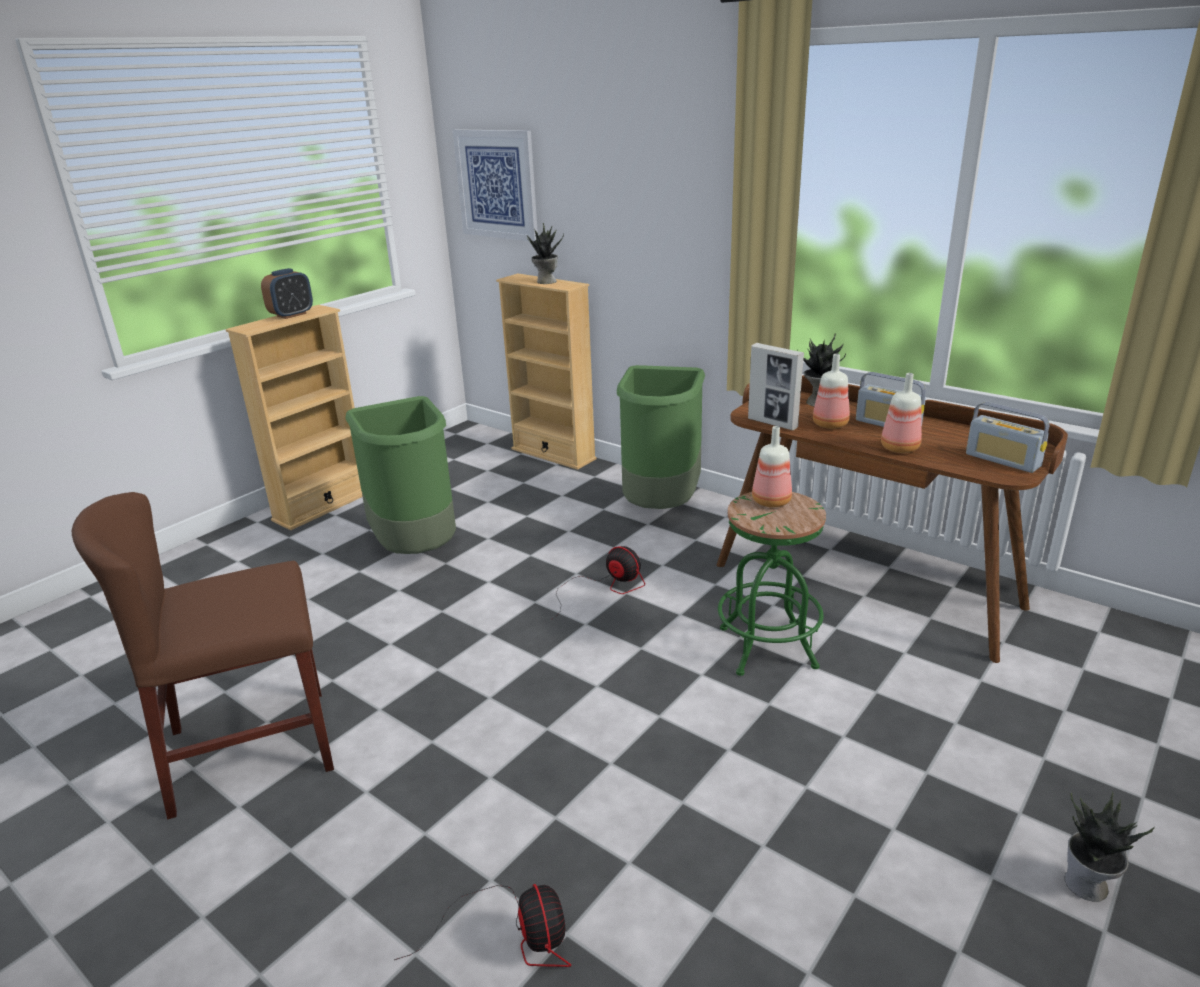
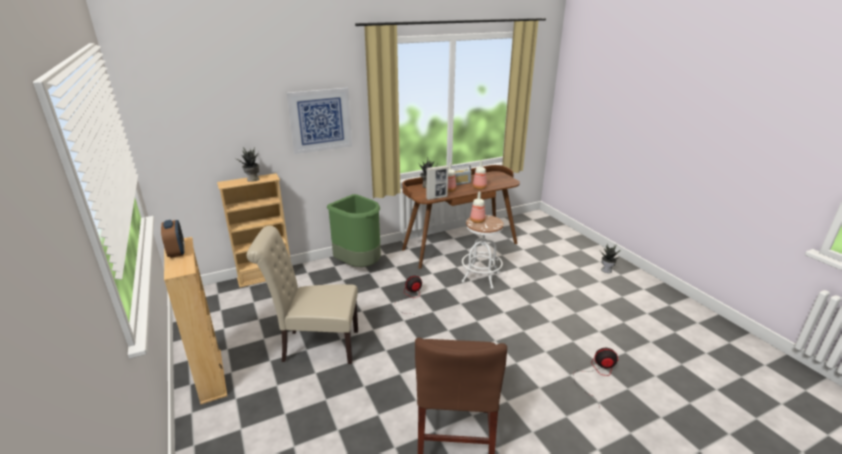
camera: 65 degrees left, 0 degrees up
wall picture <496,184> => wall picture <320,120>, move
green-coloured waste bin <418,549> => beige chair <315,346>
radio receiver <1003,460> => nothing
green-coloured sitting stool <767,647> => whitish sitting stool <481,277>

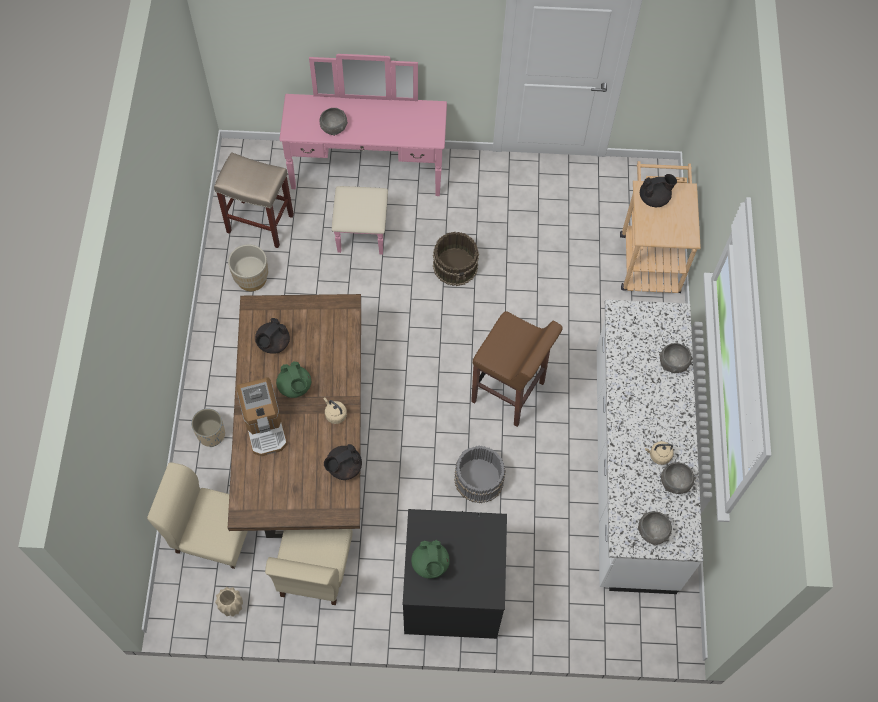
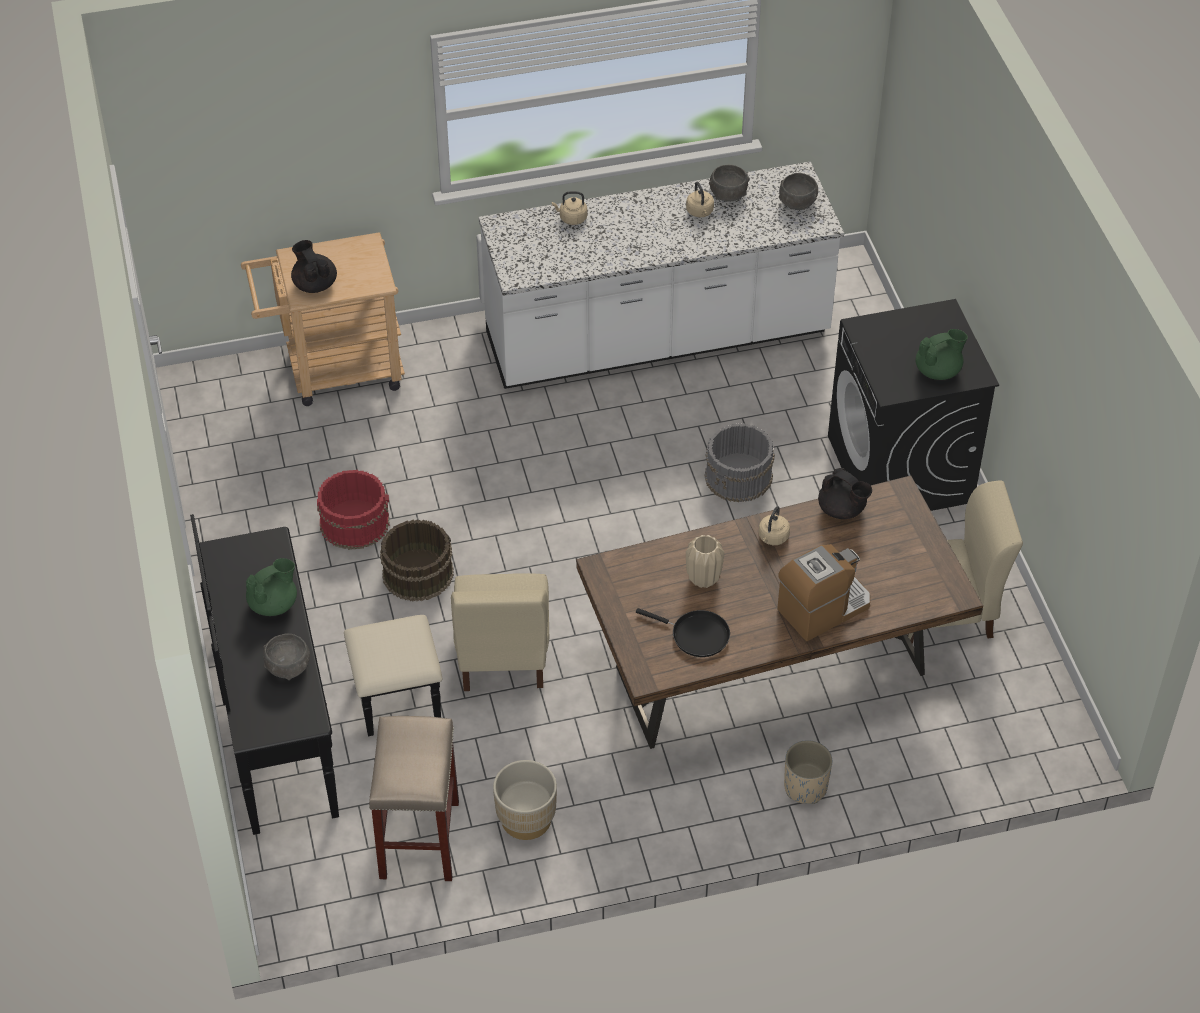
camera: 105 degrees left, 15 degrees down
pinkish dresser <366,186> => black-coloured dresser <304,717>
brownish sitting stool <509,393> => nothing
black-coloured tea pot <273,343> => black-coloured skillet <696,635>
grey bowl <673,363> => beige water kettle <571,218>
green-coloured tea pot <295,387> => green-coloured tea pot <274,604>, move
beige chair <213,534> => beige chair <502,654>, move
beige vase <232,607> => beige vase <704,579>, move
nothing => red pail <354,522>

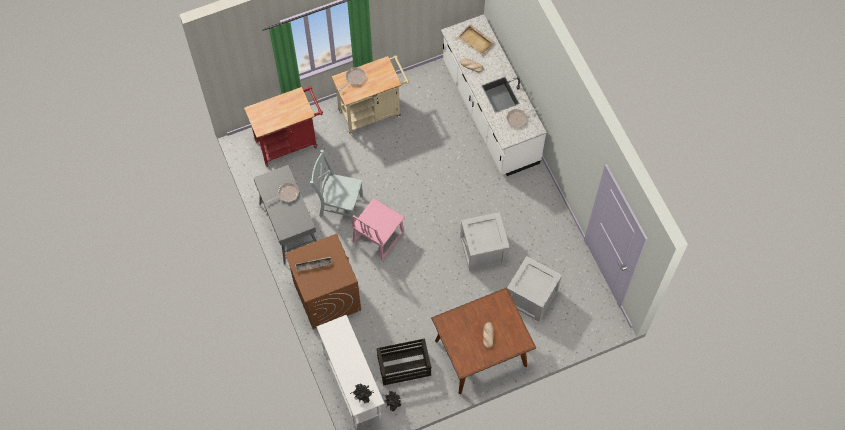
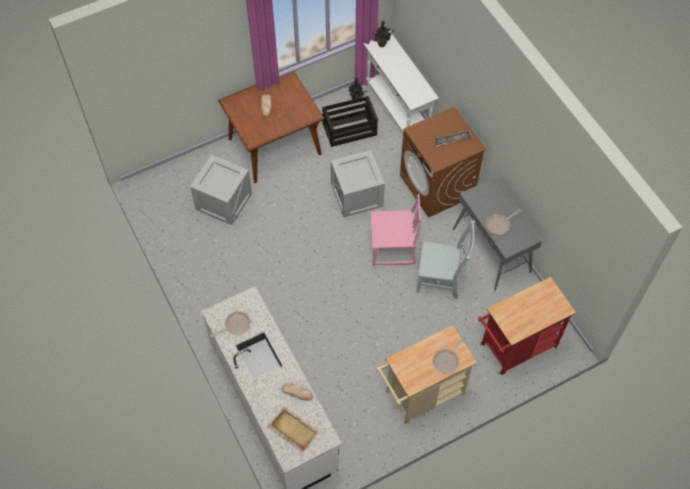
camera: 175 degrees right, 5 degrees down
pinkish chair <377,236> => pinkish chair <393,248>, 60 degrees clockwise
crate <483,249> => crate <357,195>, move

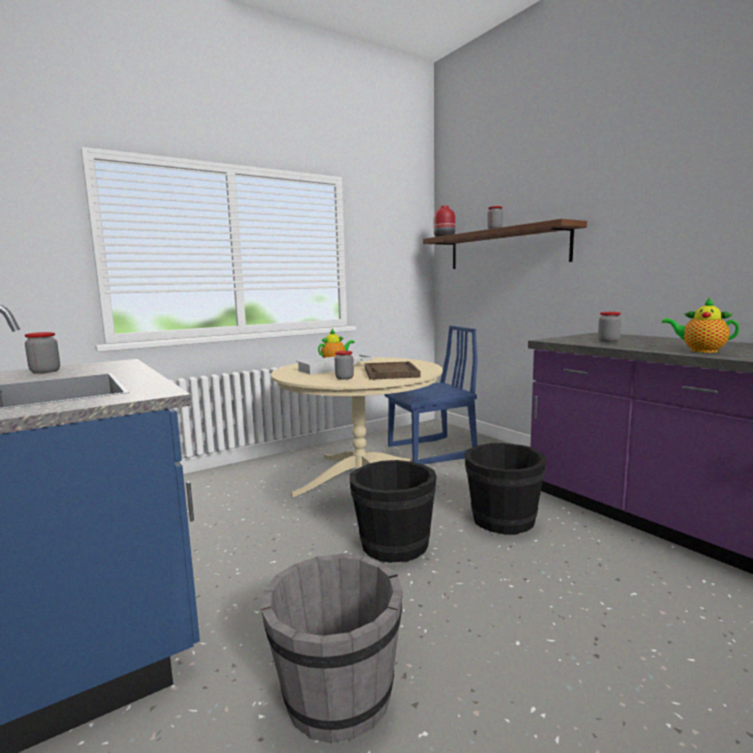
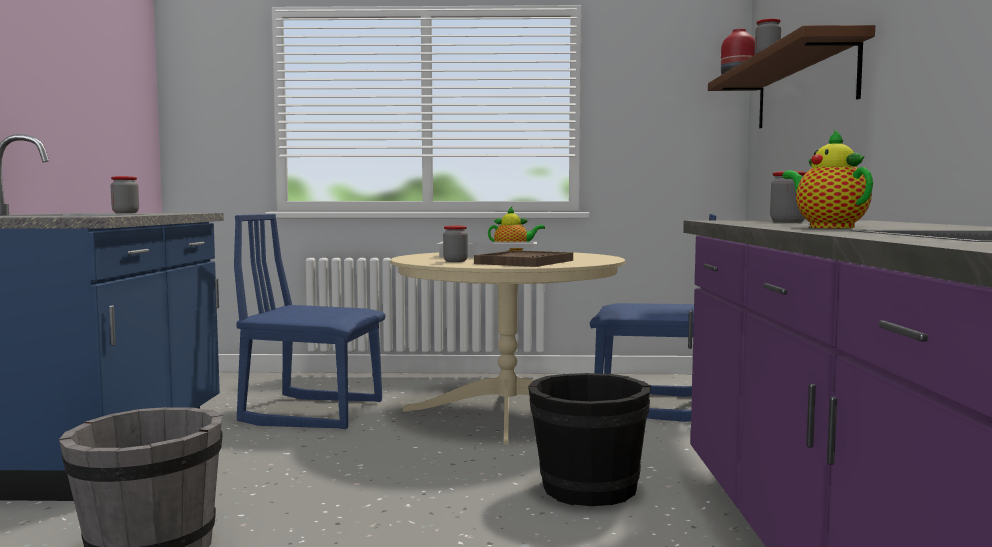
camera: 35 degrees right, 5 degrees down
black-coloured pail <393,545> => nothing
nothing => blue chair <314,412>

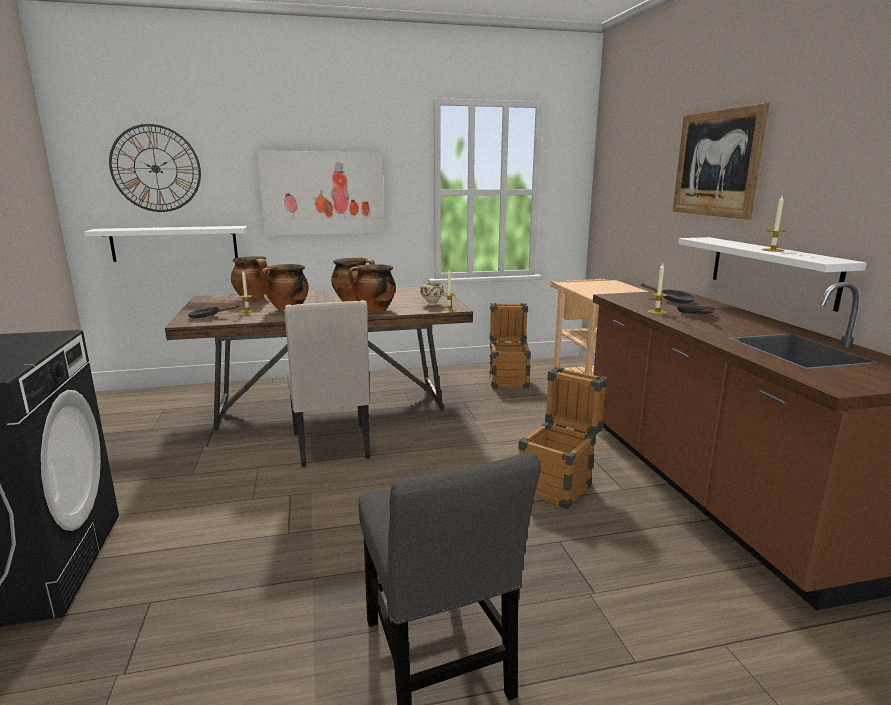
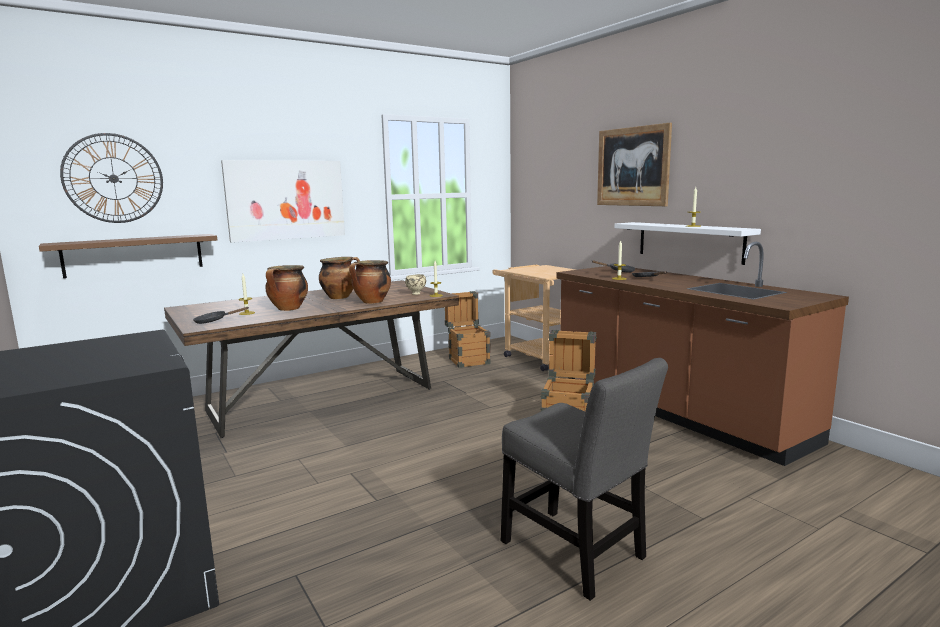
camera: 20 degrees left, 5 degrees down
whitish shelf <174,243> => brownish shelf <134,255>
saucepot <254,298> => nothing
beige chair <333,446> => nothing

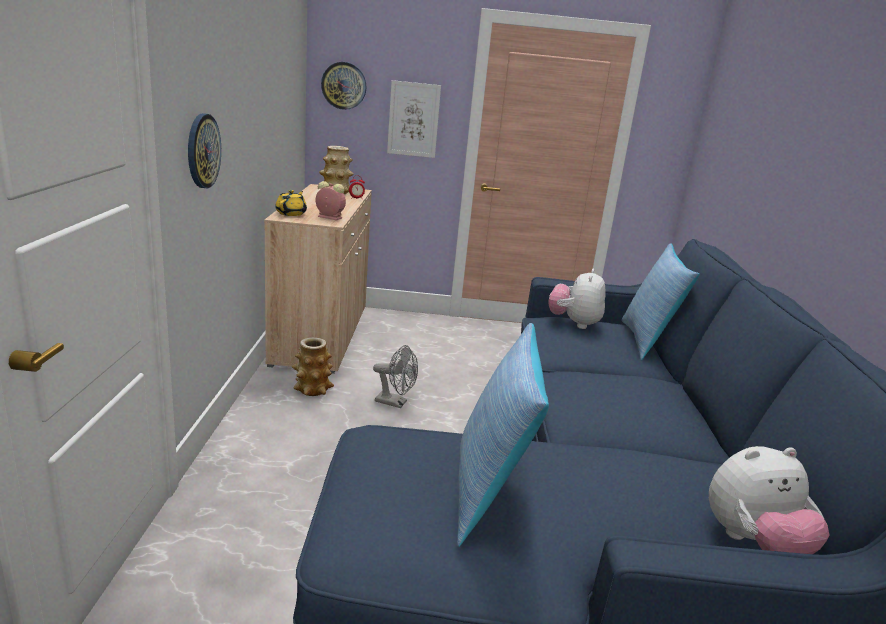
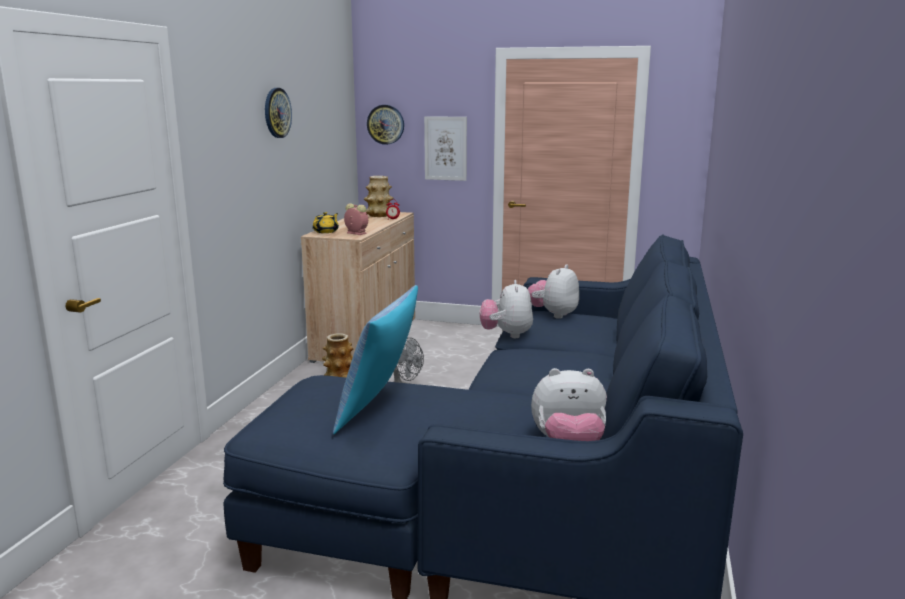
camera: 15 degrees right, 5 degrees down
clock on the wall <202,151> => clock on the wall <277,113>, move
pillow <647,341> => nothing
nothing => cuddly toy <506,335>

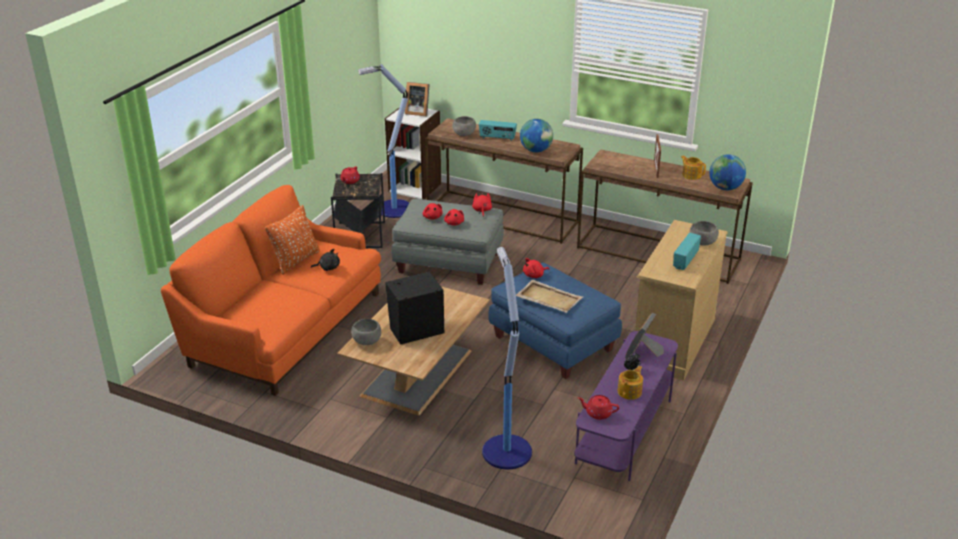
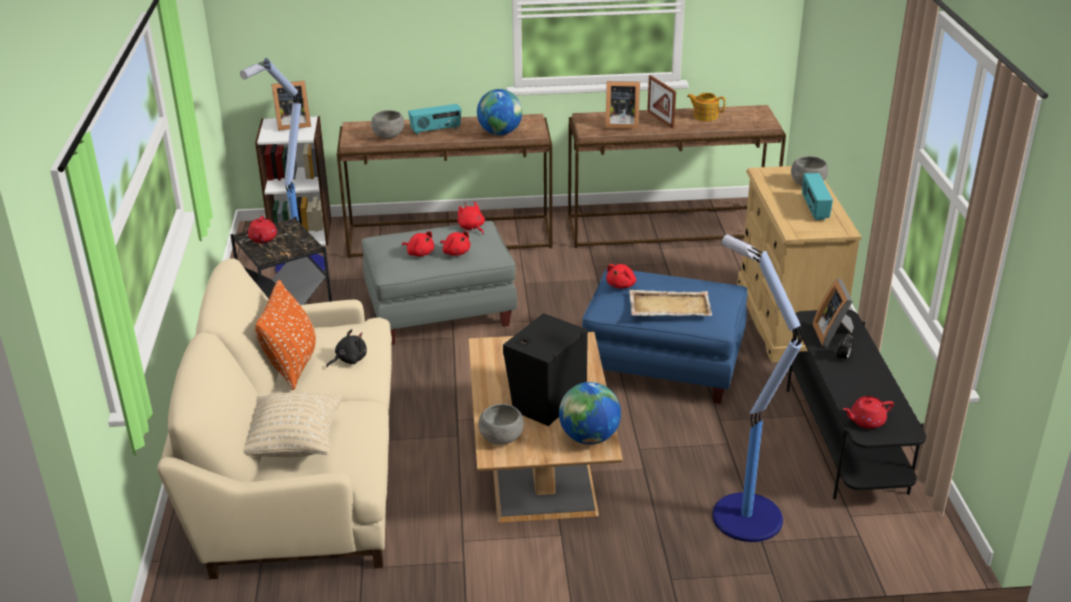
camera: 30 degrees left, 0 degrees up
desk globe <725,188> => desk globe <589,437>, move
orange-coloured settee <284,327> => beige settee <301,469>
purple-coloured tv stand <624,431> => black-coloured tv stand <844,439>
tea pot <630,392> => nothing
nothing => photo frame <620,124>
nothing => beige pillow <294,444>

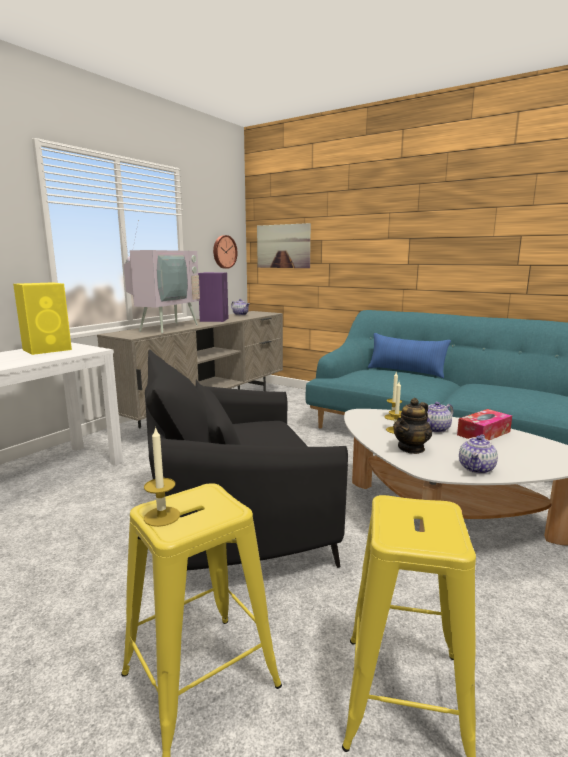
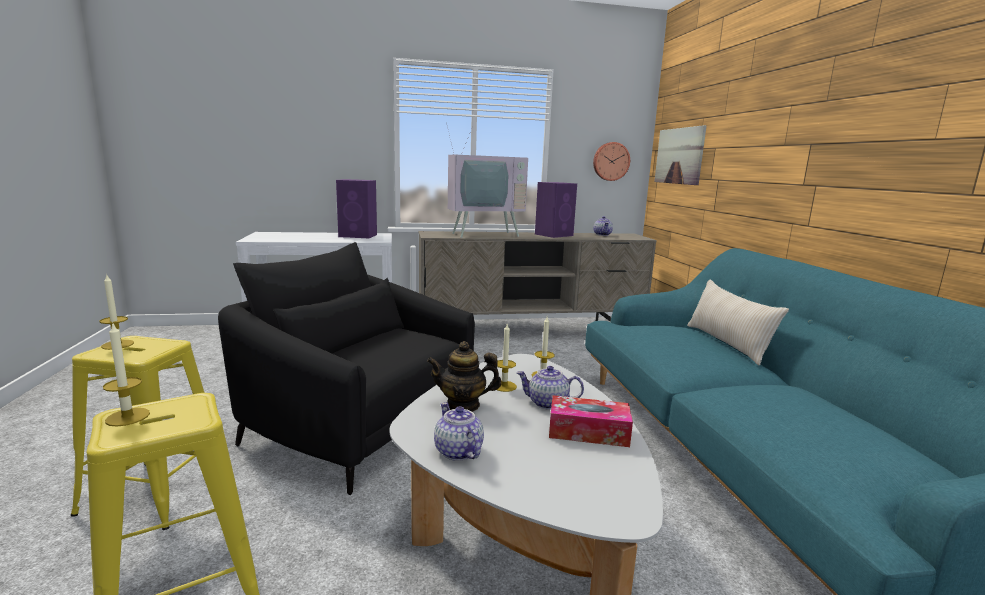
camera: 45 degrees right, 0 degrees up
yellowish loudspeaker <48,349> => purple-coloured loudspeaker <359,236>
blue pillow <406,371> => beige pillow <727,343>
tea pot <477,468> => tea pot <457,451>, 75 degrees clockwise
nothing => wax light <127,417>

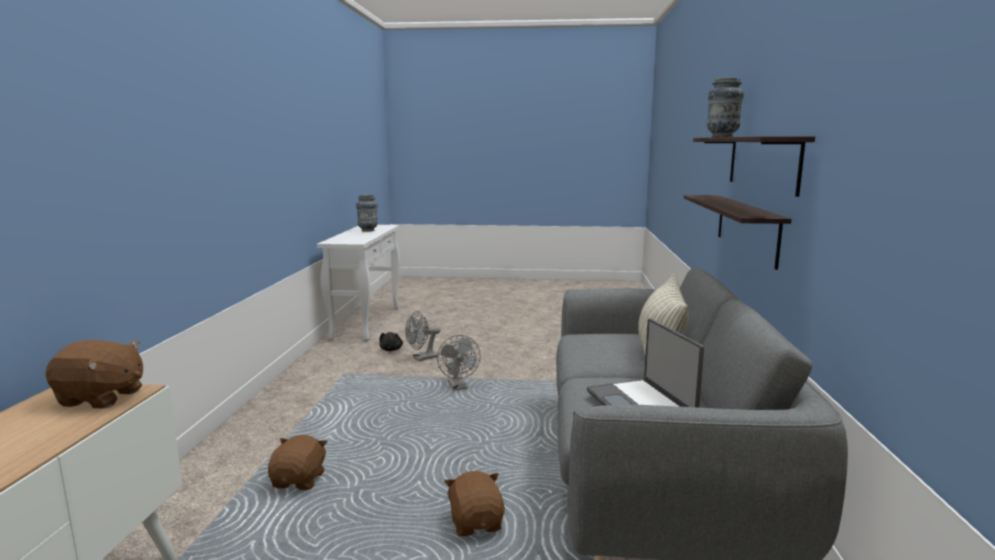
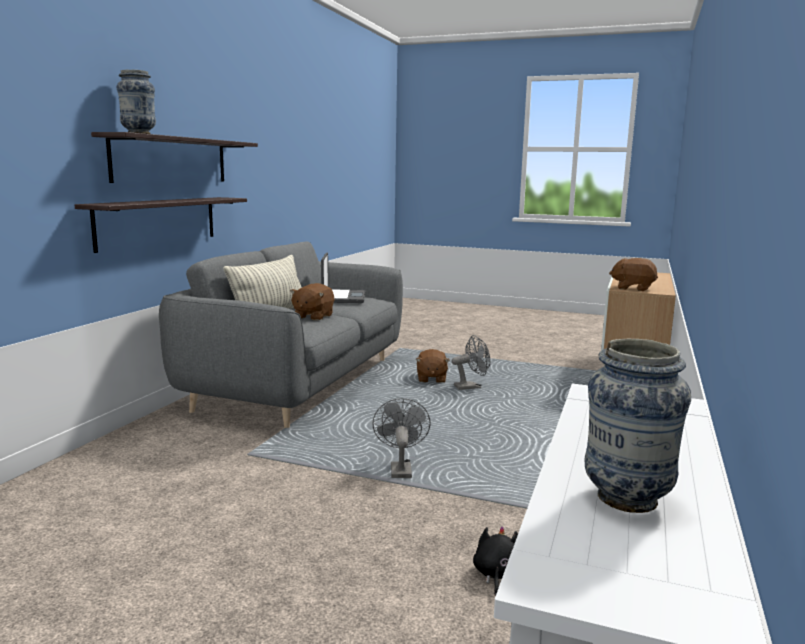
camera: 165 degrees left, 0 degrees up
grey cooling fan <422,358> => grey cooling fan <471,387>, move
brownish cuddly toy <299,481> => brownish cuddly toy <312,316>, move

